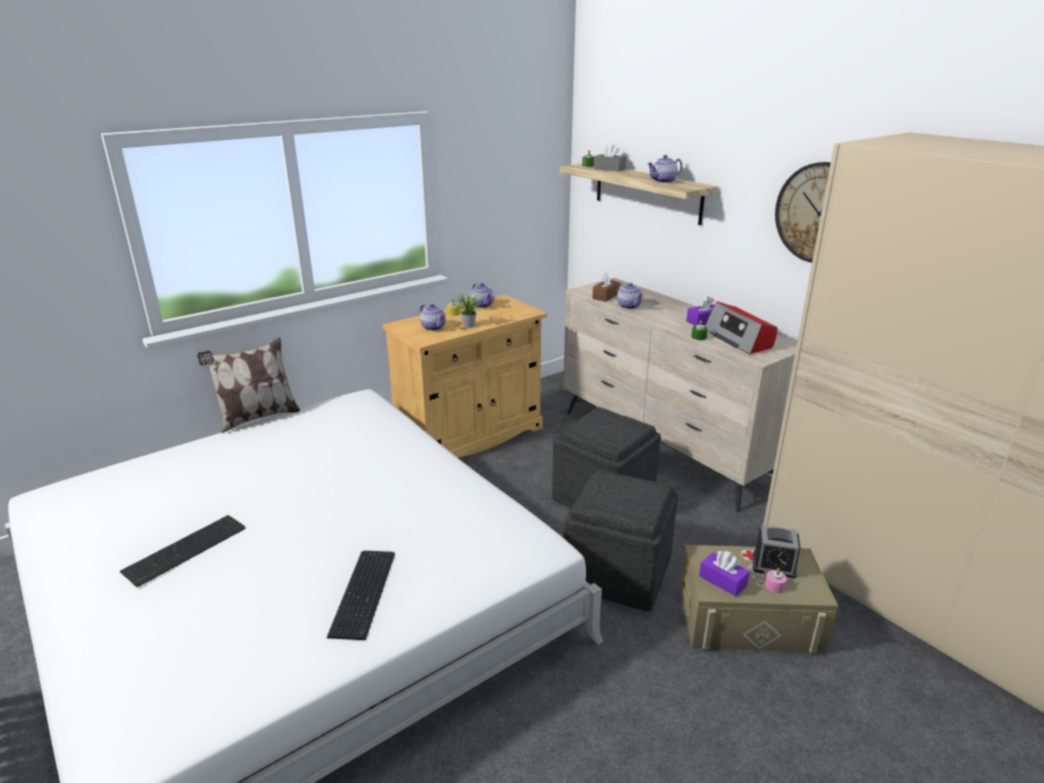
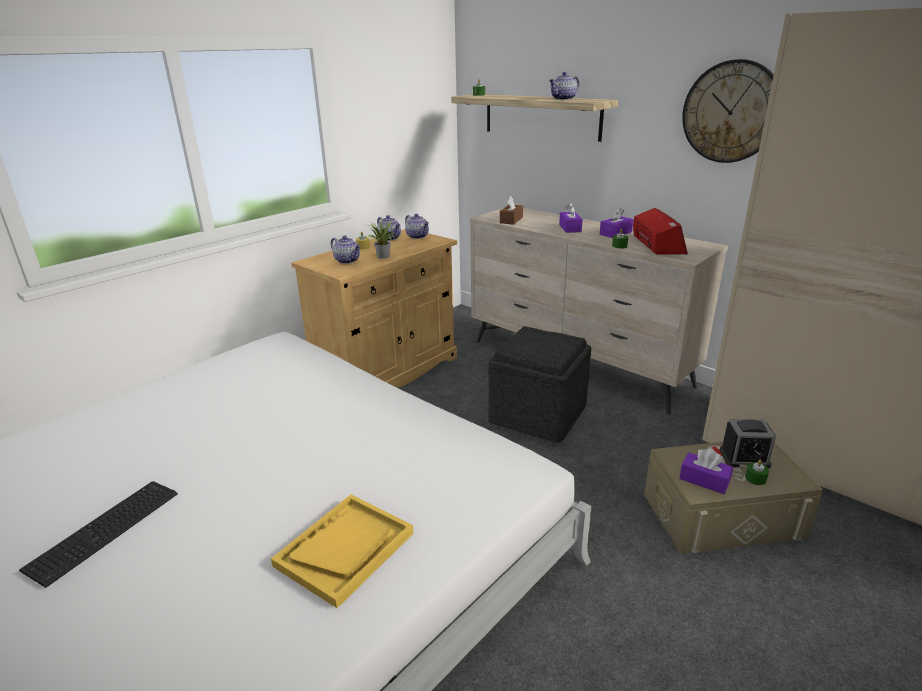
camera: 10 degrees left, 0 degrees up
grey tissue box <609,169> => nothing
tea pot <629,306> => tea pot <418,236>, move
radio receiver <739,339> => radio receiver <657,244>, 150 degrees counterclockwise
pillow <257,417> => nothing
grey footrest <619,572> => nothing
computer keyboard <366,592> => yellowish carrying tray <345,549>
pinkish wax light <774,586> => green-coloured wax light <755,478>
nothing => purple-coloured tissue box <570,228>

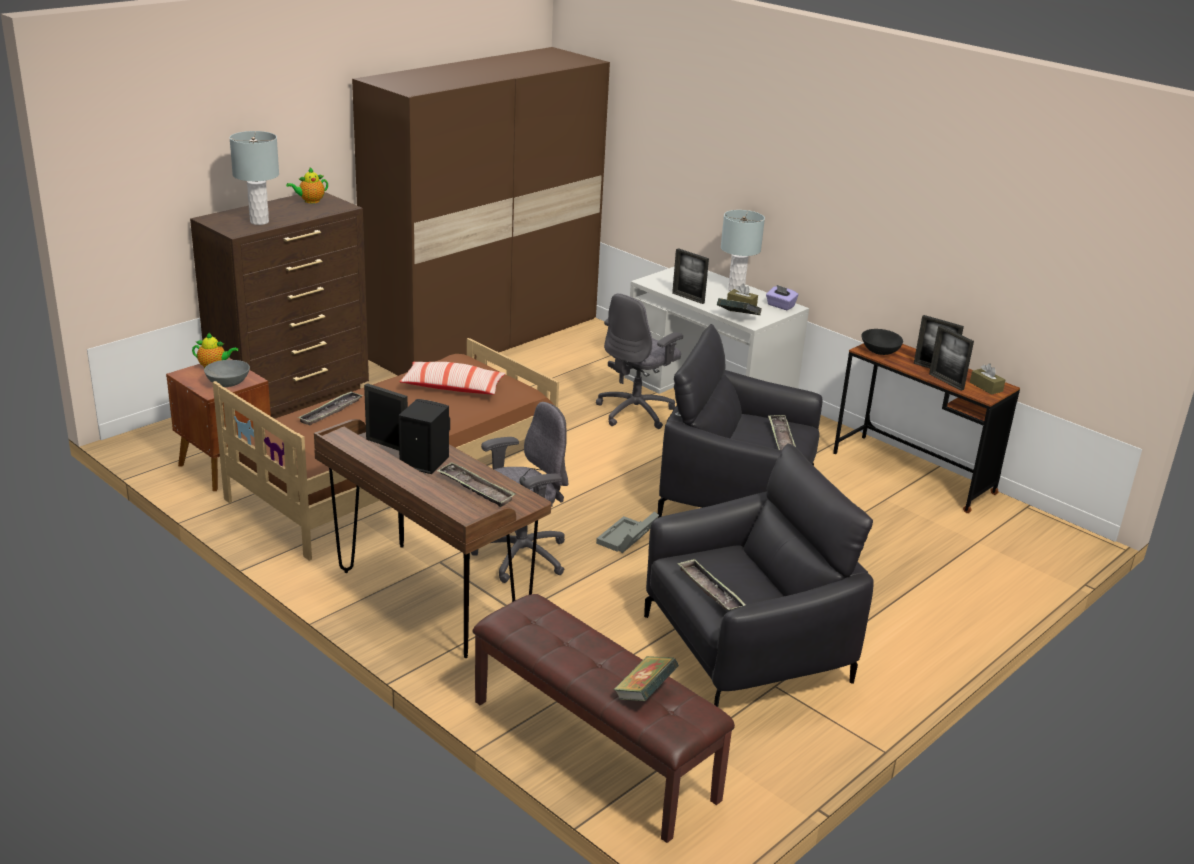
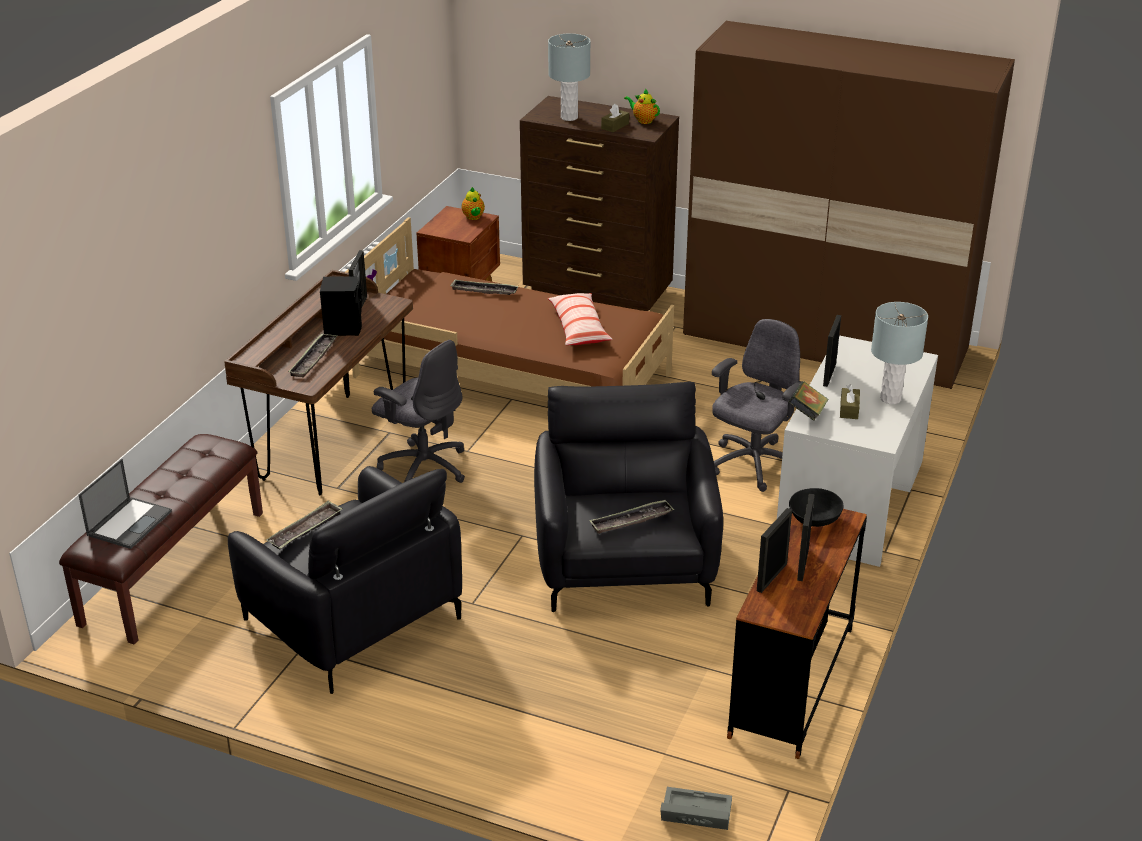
camera: 70 degrees right, 5 degrees up
purple-coloured tissue box <780,306> => nothing
grey computer chair <636,412> => grey computer chair <753,465>, 105 degrees clockwise
grey bowl <228,383> => nothing
brownish tissue box <986,387> => brownish tissue box <615,126>, move
grey storage box <626,539> => grey storage box <693,815>, move
volume <644,693> => portable computer <130,522>

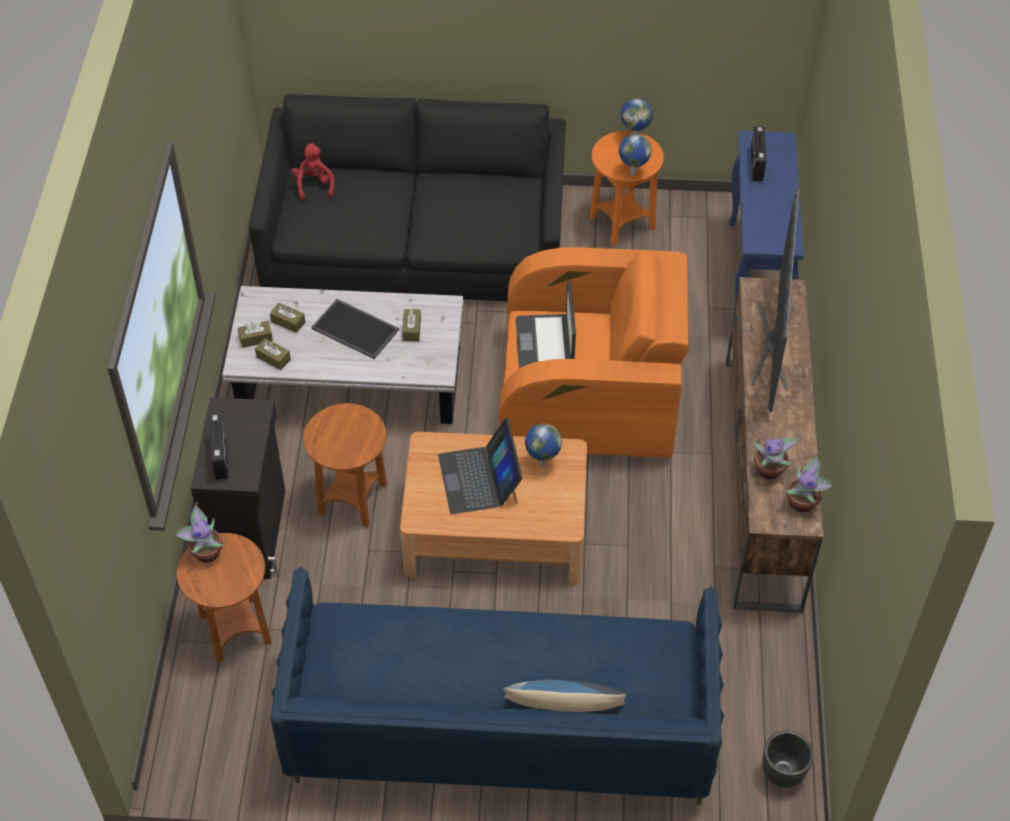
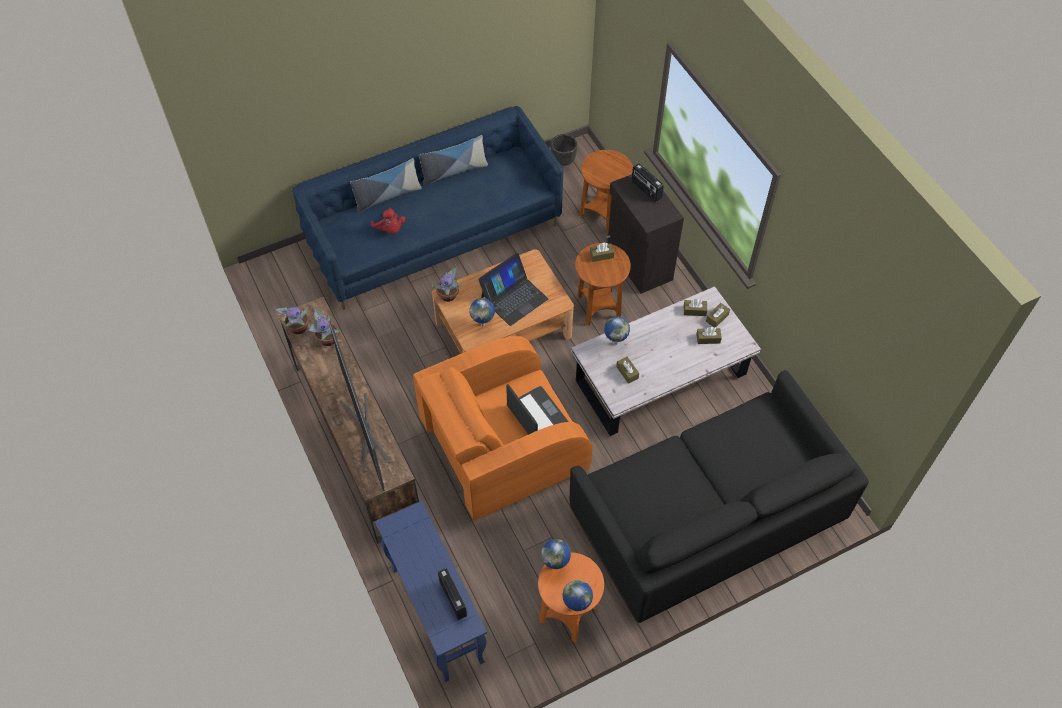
camera: 150 degrees right, 5 degrees up
red cuddly toy <314,185> => red cuddly toy <390,229>, move
carrying tray <356,328> => nothing
portable computer <479,479> => portable computer <514,297>, 90 degrees clockwise
potted plant <205,552> => potted plant <449,296>, move
black-coloured planter <782,773> => black-coloured planter <563,160>, move
nothing => pillow <454,171>
nothing => brownish tissue box <601,255>
nothing => desk globe <615,342>

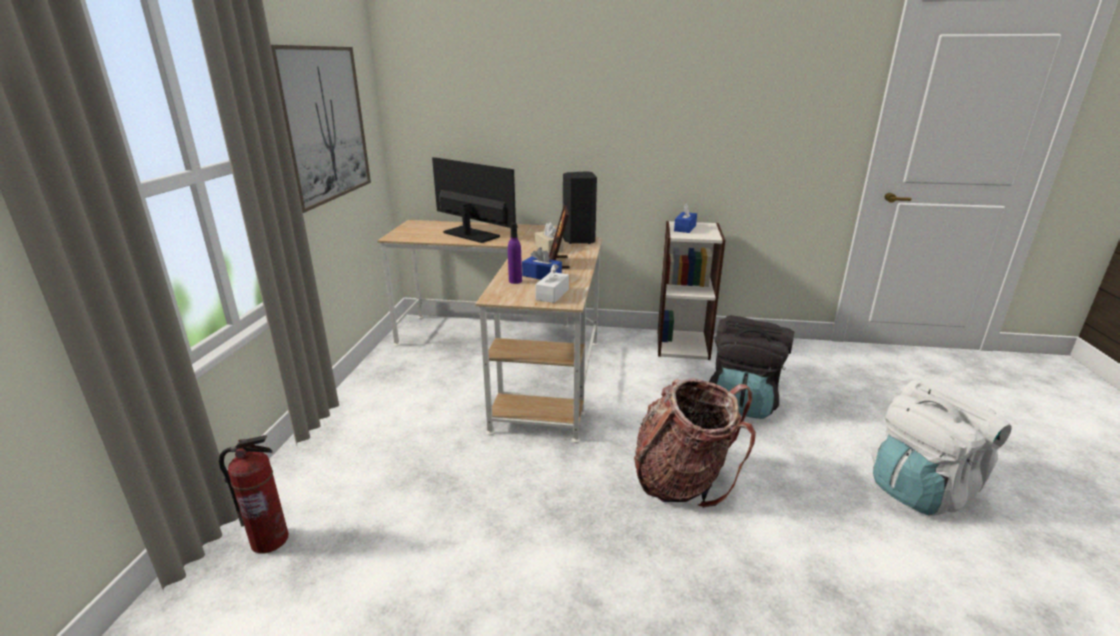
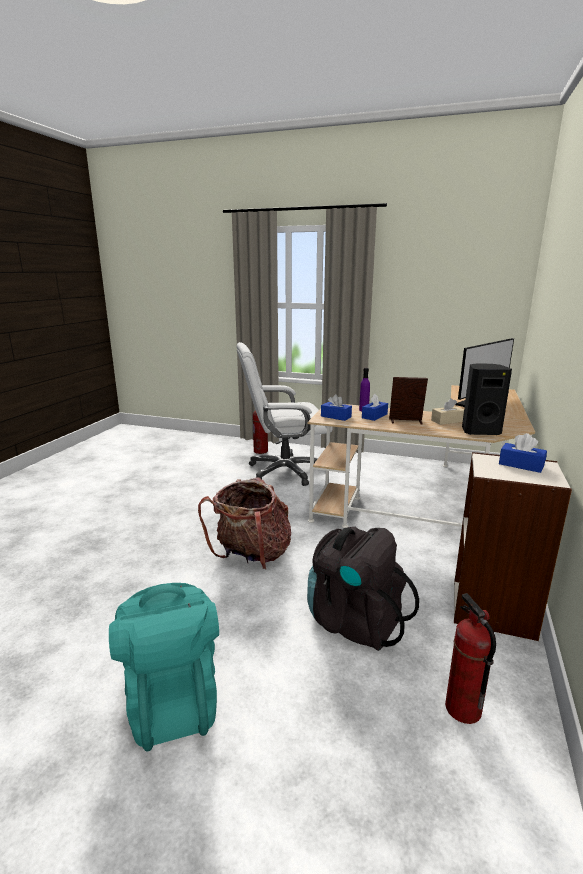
camera: 100 degrees right, 5 degrees down
wall picture <322,124> => nothing
whitish tissue box <552,294> => blue tissue box <336,416>
whitish knapsack <921,489> => blue-green knapsack <173,699>
nothing => whitish computer chair <284,471>
nothing => extinguisher <462,709>

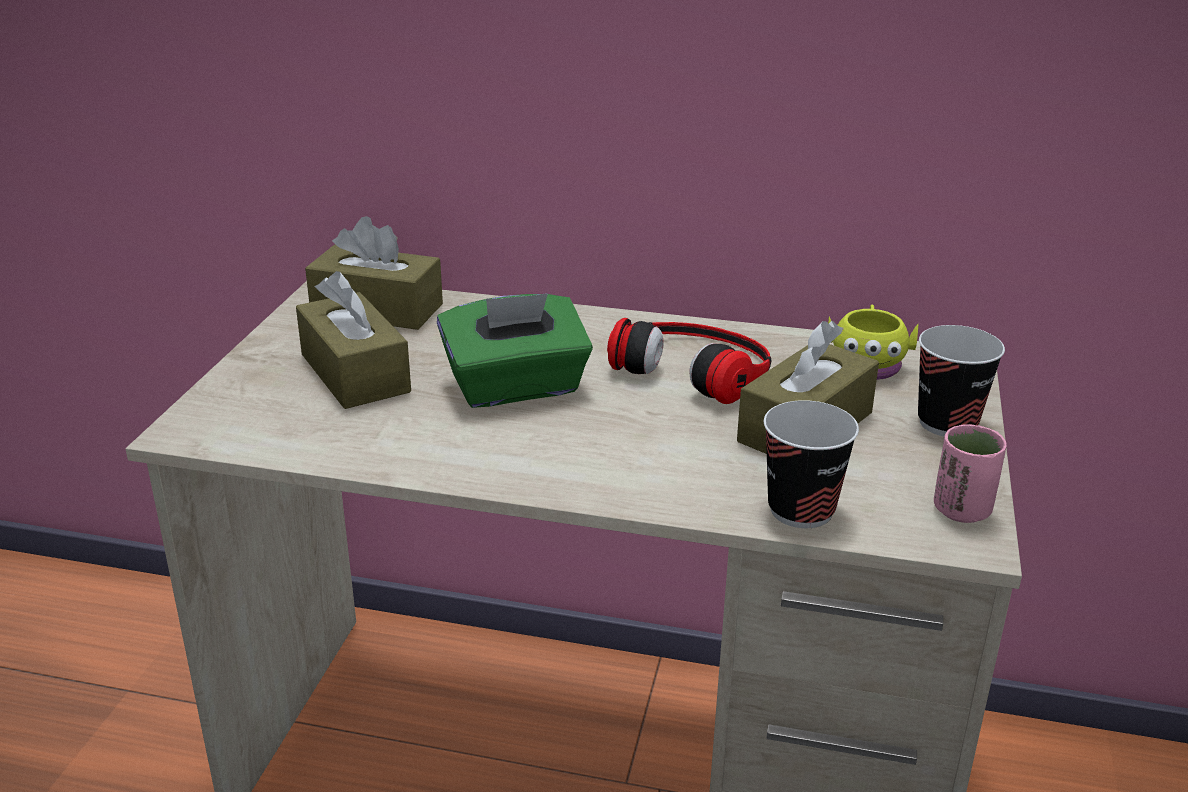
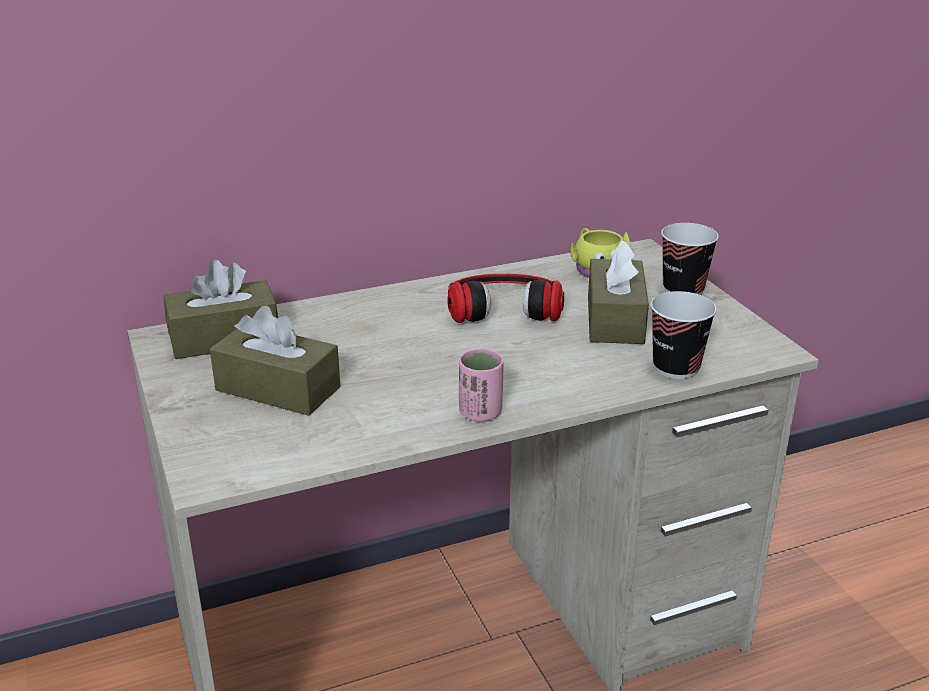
camera: 35 degrees left, 0 degrees up
green-coloured tissue box <516,387> => nothing
pinkish small cup <961,510> => pinkish small cup <480,413>, move

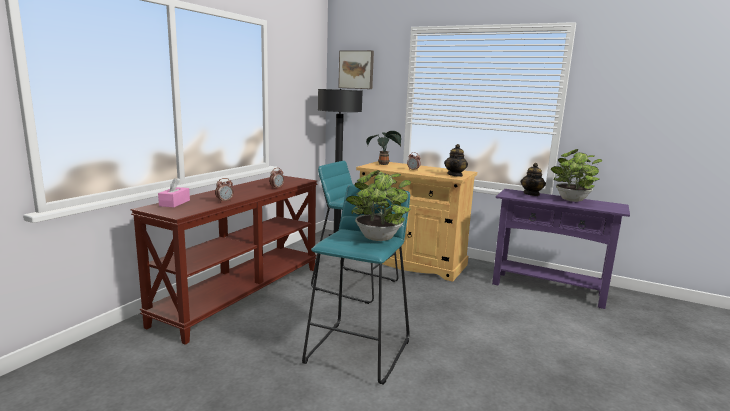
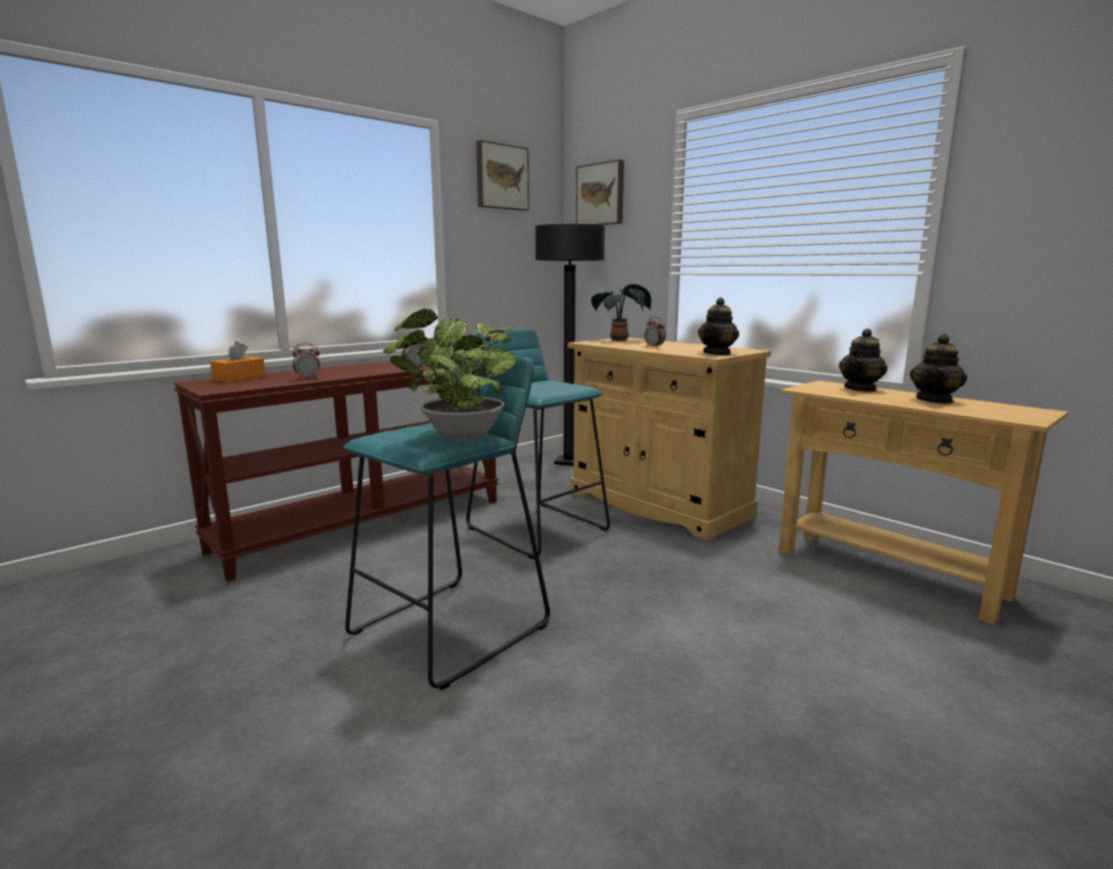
camera: 20 degrees right, 0 degrees up
potted plant <571,200> => tea pot <934,400>
pinkish tissue box <174,203> => orange-coloured tissue box <239,378>
purple-coloured hall table <548,289> => beige hall table <887,573>
nothing => wall picture <501,177>

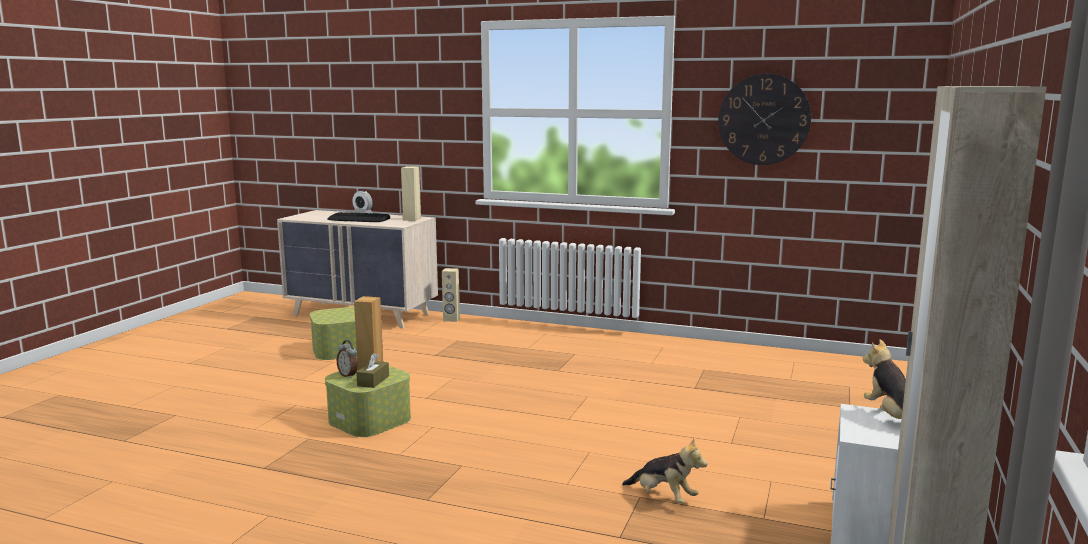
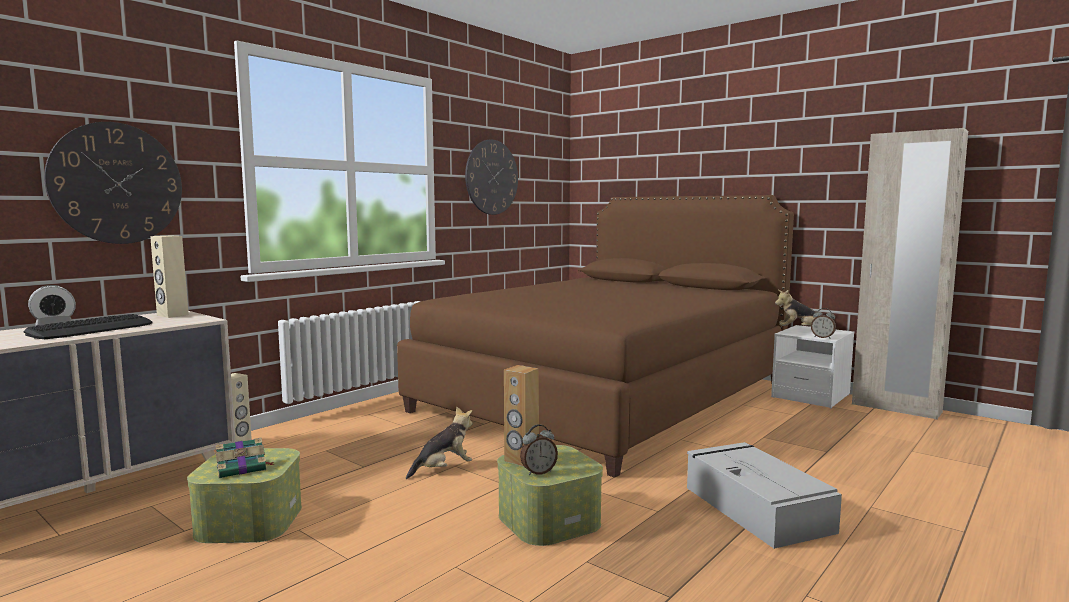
camera: 70 degrees left, 5 degrees down
brownish tissue box <373,381> => nothing
cuddly toy <663,497> => cuddly toy <443,469>, move
nothing => clock on the wall <117,183>
nothing => brownish sleeping bed <606,396>
nothing => bedside clock <822,337>
nothing => volume <243,468>
nothing => grey storage box <755,508>

